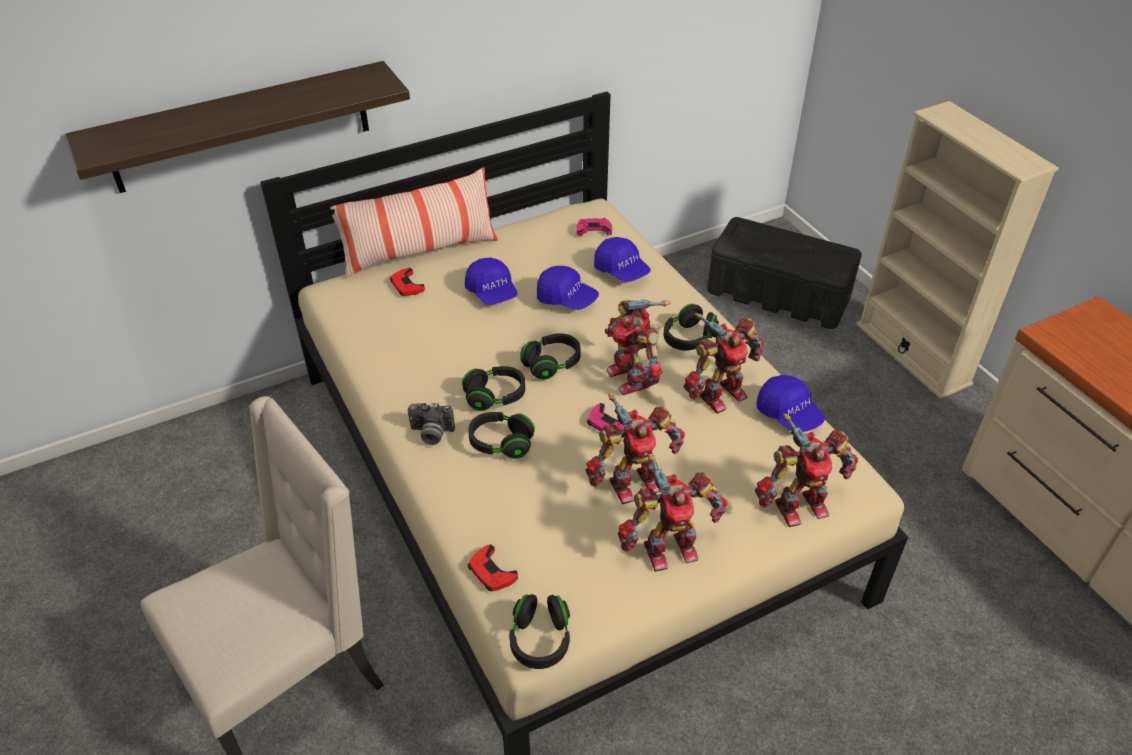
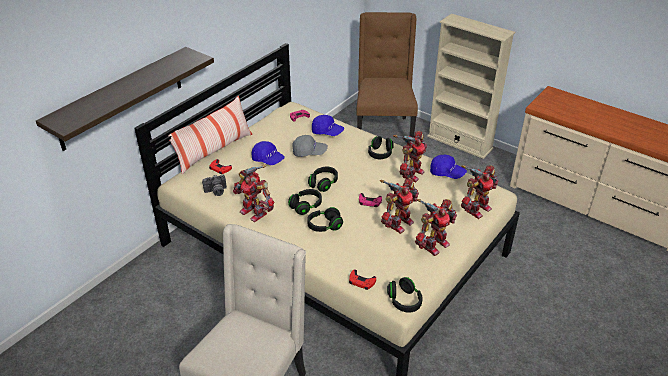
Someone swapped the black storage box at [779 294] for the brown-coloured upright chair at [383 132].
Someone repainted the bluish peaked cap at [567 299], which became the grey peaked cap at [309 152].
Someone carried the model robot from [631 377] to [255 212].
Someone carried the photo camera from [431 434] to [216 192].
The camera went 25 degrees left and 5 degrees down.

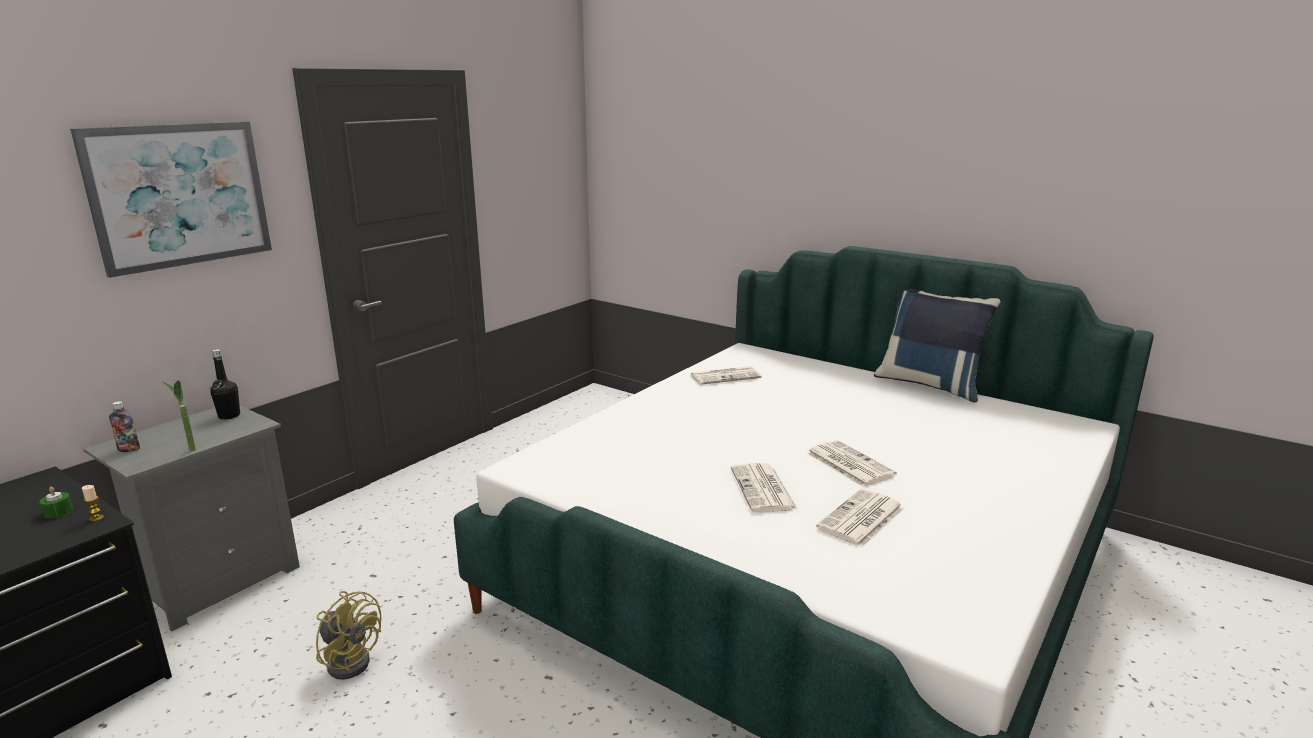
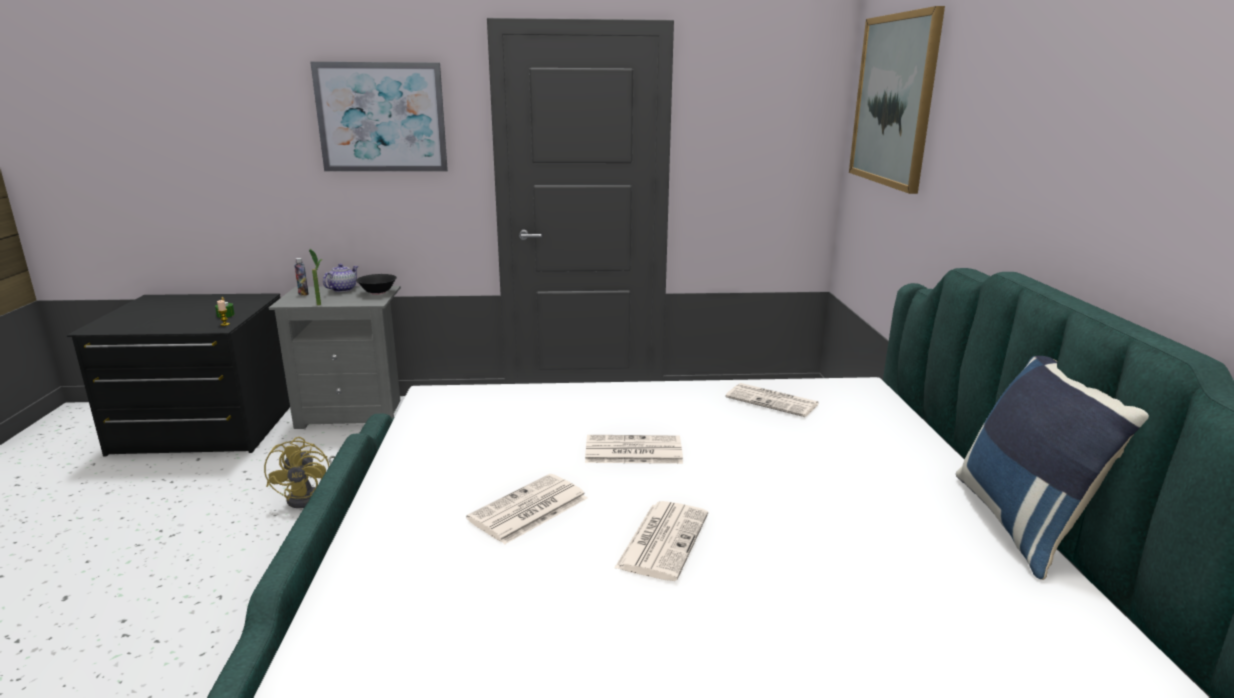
Someone swapped the black drink bottle at [229 416] for the black bowl at [378 292].
Someone carried the daily paper from [861 519] to [632 451].
Someone put up the wall picture at [894 100].
Someone put down the pot for tea at [342 289].
The camera went 50 degrees right and 0 degrees up.

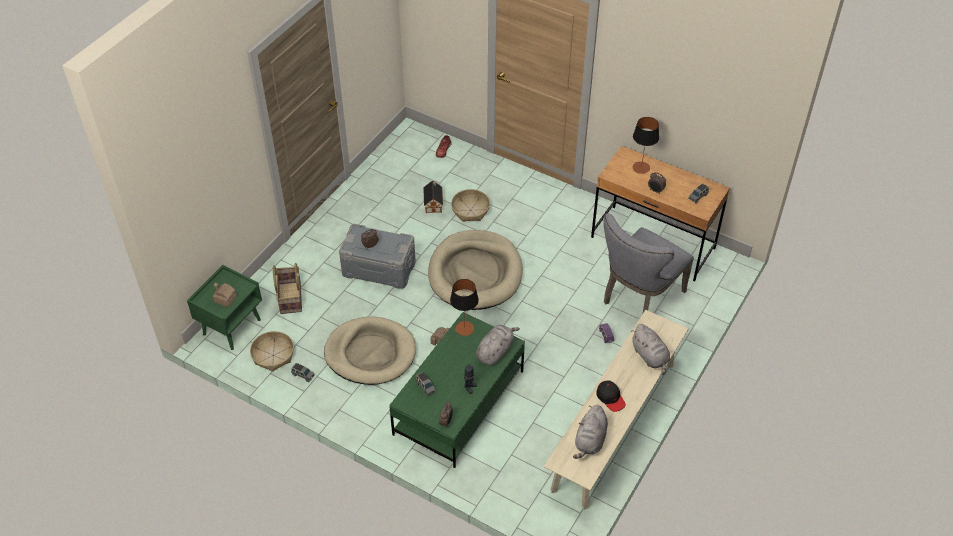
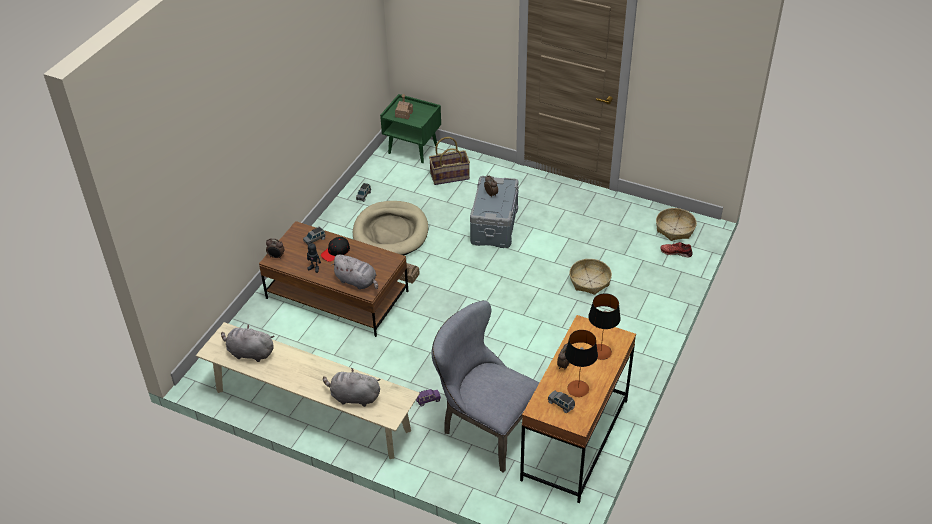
Someone took away the miniature house at [433 203].
Someone took away the beige-coloured dog cushion at [475 273].
Someone carried the lamp for a table from [464 328] to [578 388].
Someone repainted the green-coloured low table at [459 402], which became the brown-coloured low table at [337 295].
Someone rotated the grey cuddly toy at [650 357] by 45 degrees clockwise.
Someone carried the household basket from [273 355] to [675 229].
Someone carried the black peaked cap from [610 398] to [336 252].
The camera went 85 degrees right and 5 degrees down.

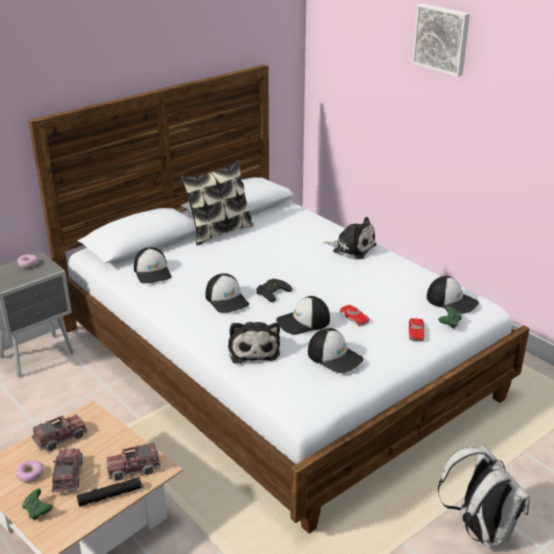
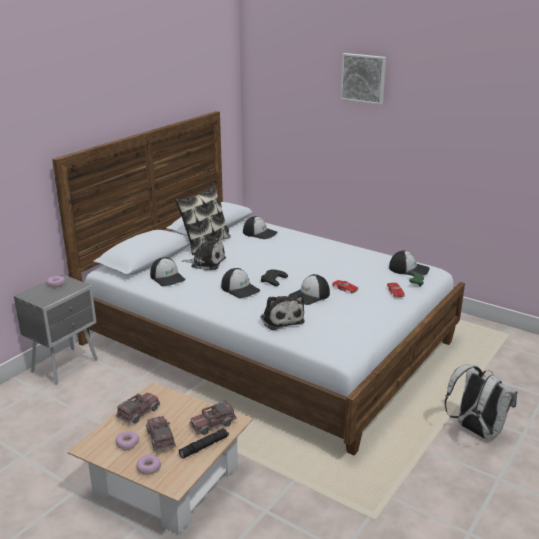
Someone carried the cuddly toy from [352 248] to [206 262].
Someone carried the peaked cap from [335 356] to [260 233].
Someone swapped the green-coloured joypad at [37 511] for the donut at [148 468].
The camera went 15 degrees left and 5 degrees down.

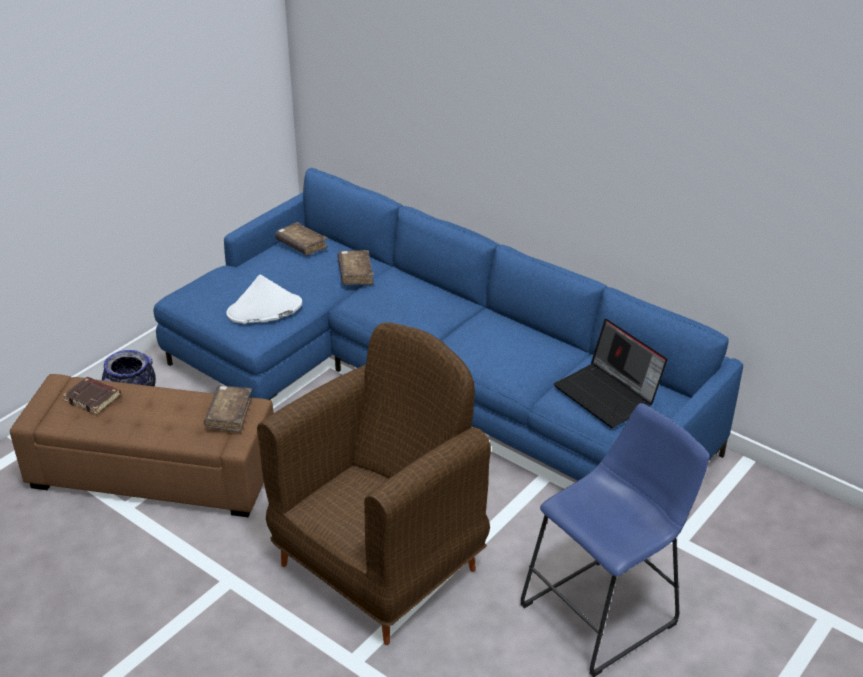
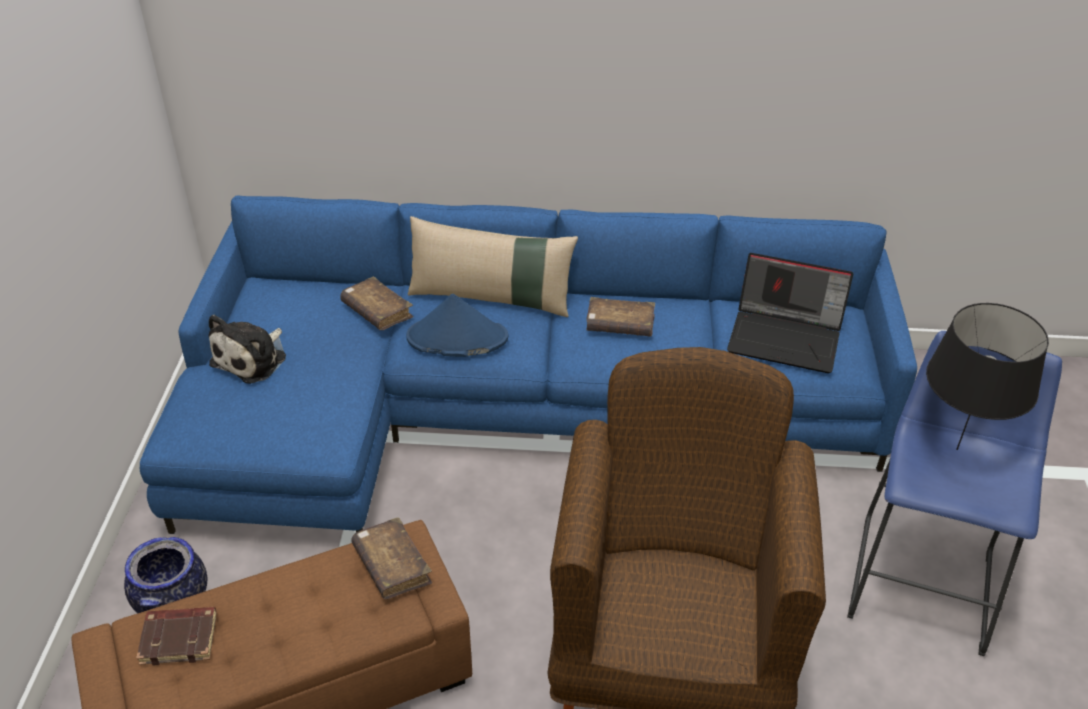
Someone carried the brown-coloured volume from [301 245] to [620 325].
Someone took away the white hat at [264 309].
Someone put down the beige-coloured cushion at [491 298].
Someone put down the bluish hat at [456 338].
Someone put down the black lamp for a table at [957 449].
Someone put down the cuddly toy at [252 358].
The camera went 35 degrees left and 5 degrees up.

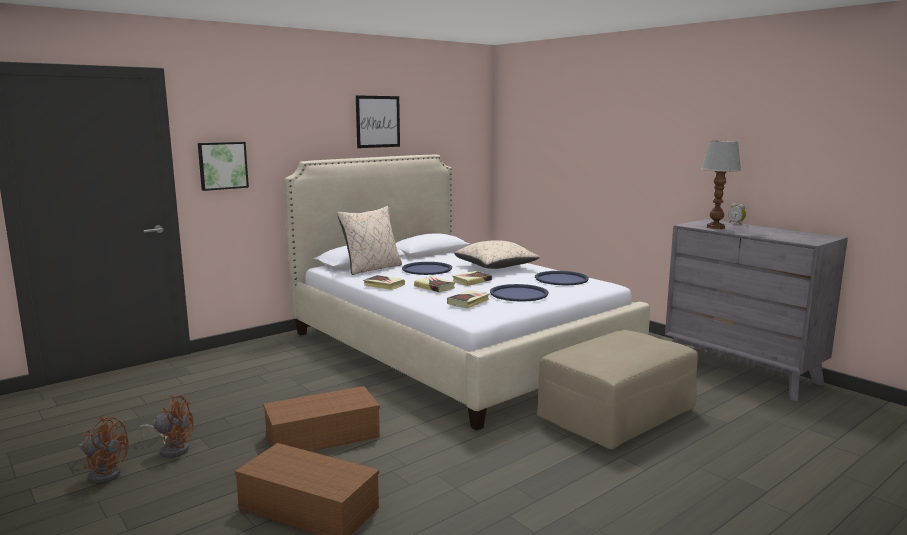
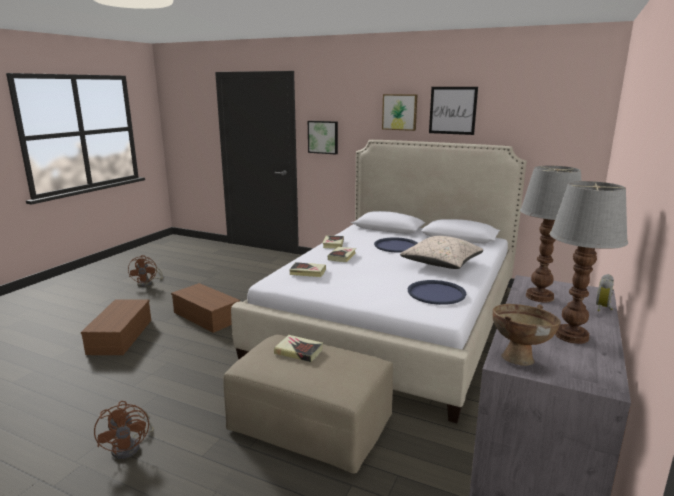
Someone took away the beige-coloured cushion at [372 268].
Someone carried the volume from [471 281] to [299 351].
Someone took away the bluish tray at [519 294].
Someone carried the brown-coloured electric fan from [172 449] to [131 446].
Someone put up the wall picture at [400 112].
Someone put down the lamp for a table at [570 336].
Someone put down the brown-coloured bowl at [520 357].
The camera went 65 degrees right and 5 degrees up.

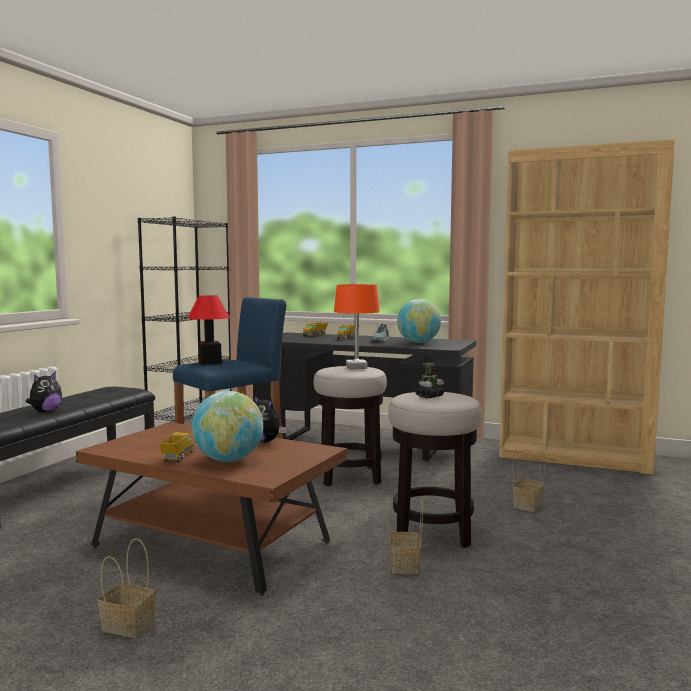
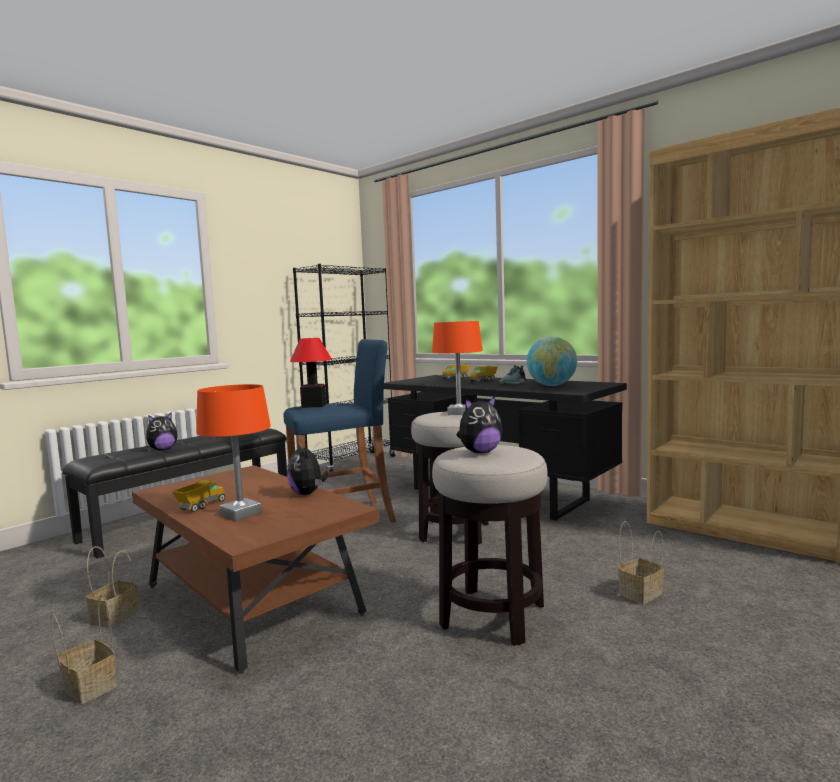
Someone swapped the model robot at [429 396] for the cuddly toy at [480 452].
Someone swapped the globe at [228 460] for the orange lamp for a table at [241 513].
Someone carried the household basket from [403 565] to [115 616].
The camera went 20 degrees right and 0 degrees up.

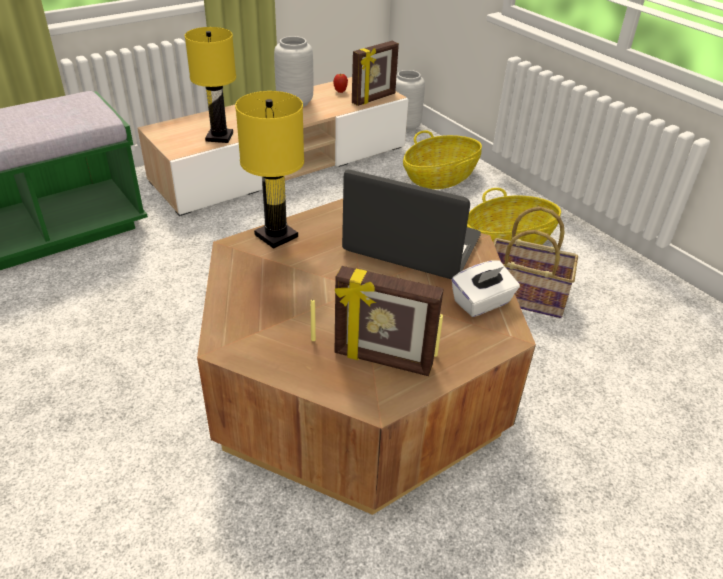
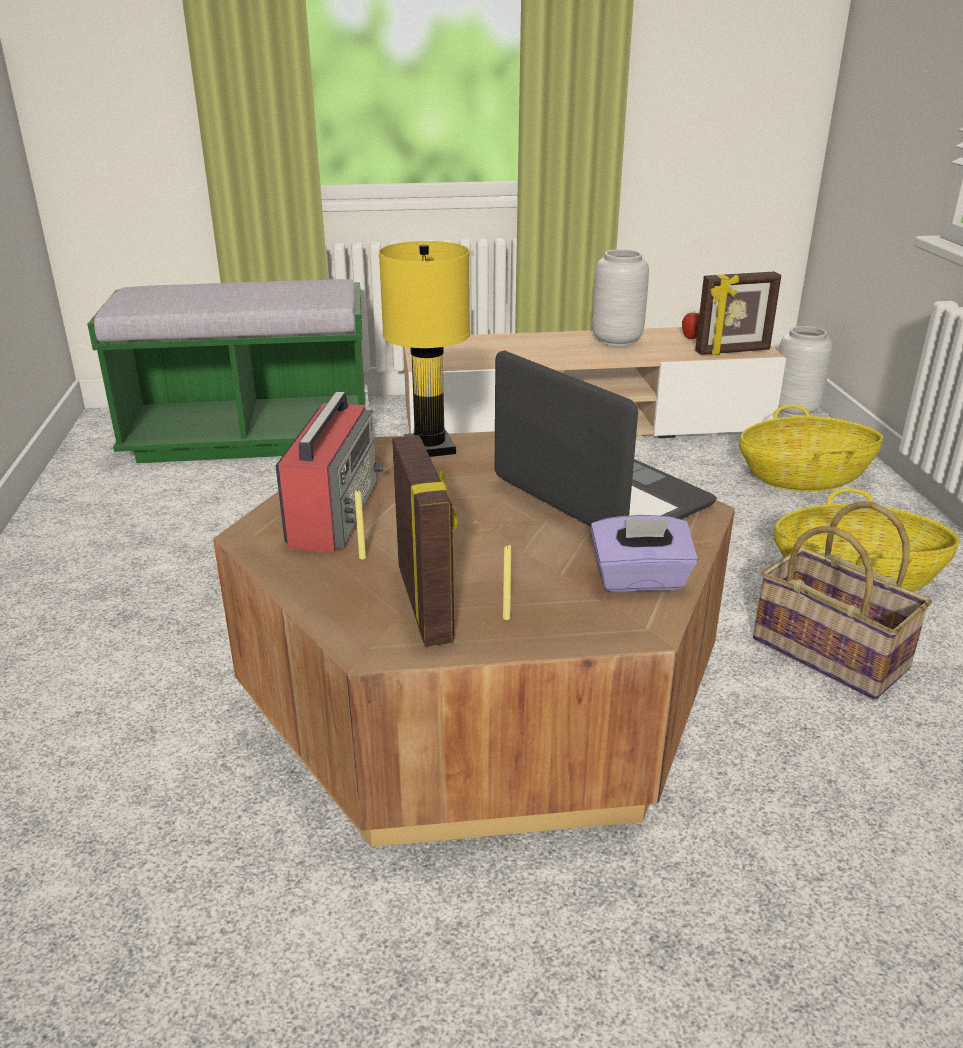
Someone took away the yellow-coloured lamp for a table at [219 137].
Someone repainted the white tissue box at [482 303], which became the purple tissue box at [640 580].
Someone rotated the photo frame at [382 361] by 150 degrees counterclockwise.
Someone put down the radio at [334 512].
The camera went 30 degrees right and 10 degrees down.

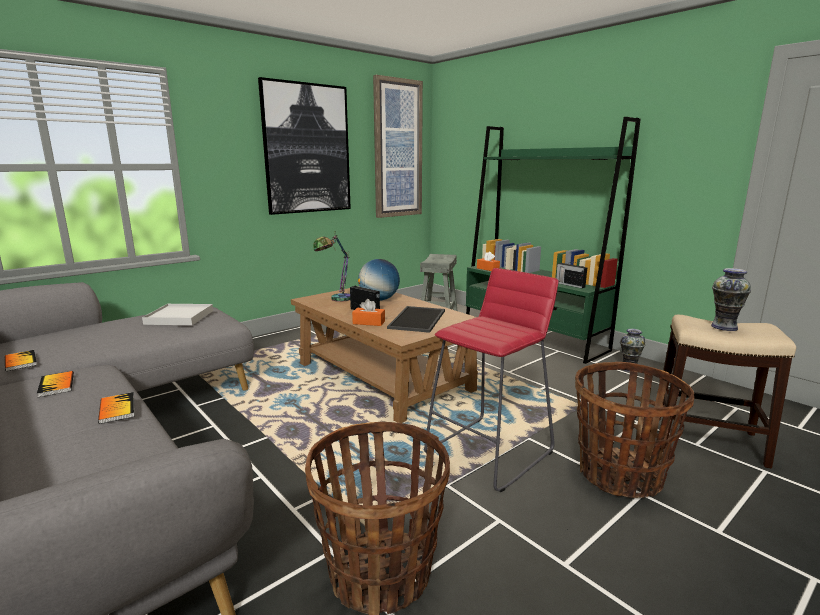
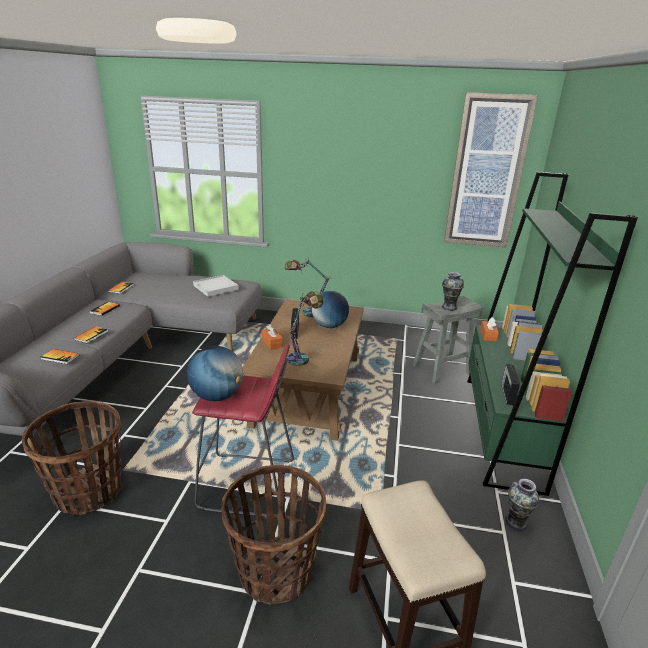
Someone took away the wall picture at [307 149].
Someone carried the vase from [724 327] to [449 307].
Someone swapped the tray at [418 319] for the lamp for a table at [303 357].
Someone put down the globe at [217 396].
Someone put down the volume at [60 357].
The camera went 50 degrees right and 10 degrees up.

